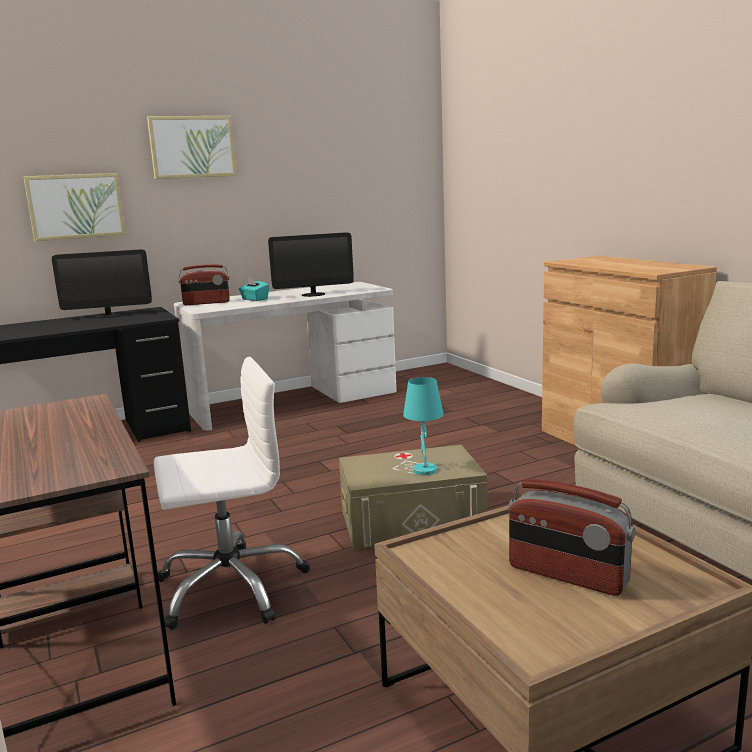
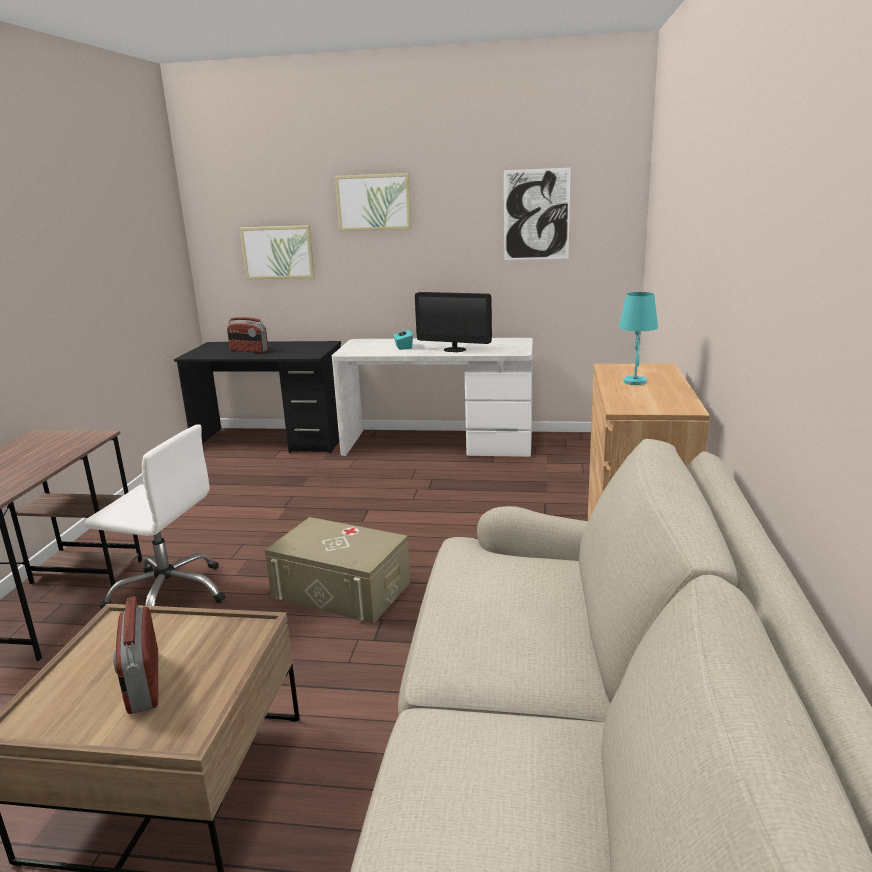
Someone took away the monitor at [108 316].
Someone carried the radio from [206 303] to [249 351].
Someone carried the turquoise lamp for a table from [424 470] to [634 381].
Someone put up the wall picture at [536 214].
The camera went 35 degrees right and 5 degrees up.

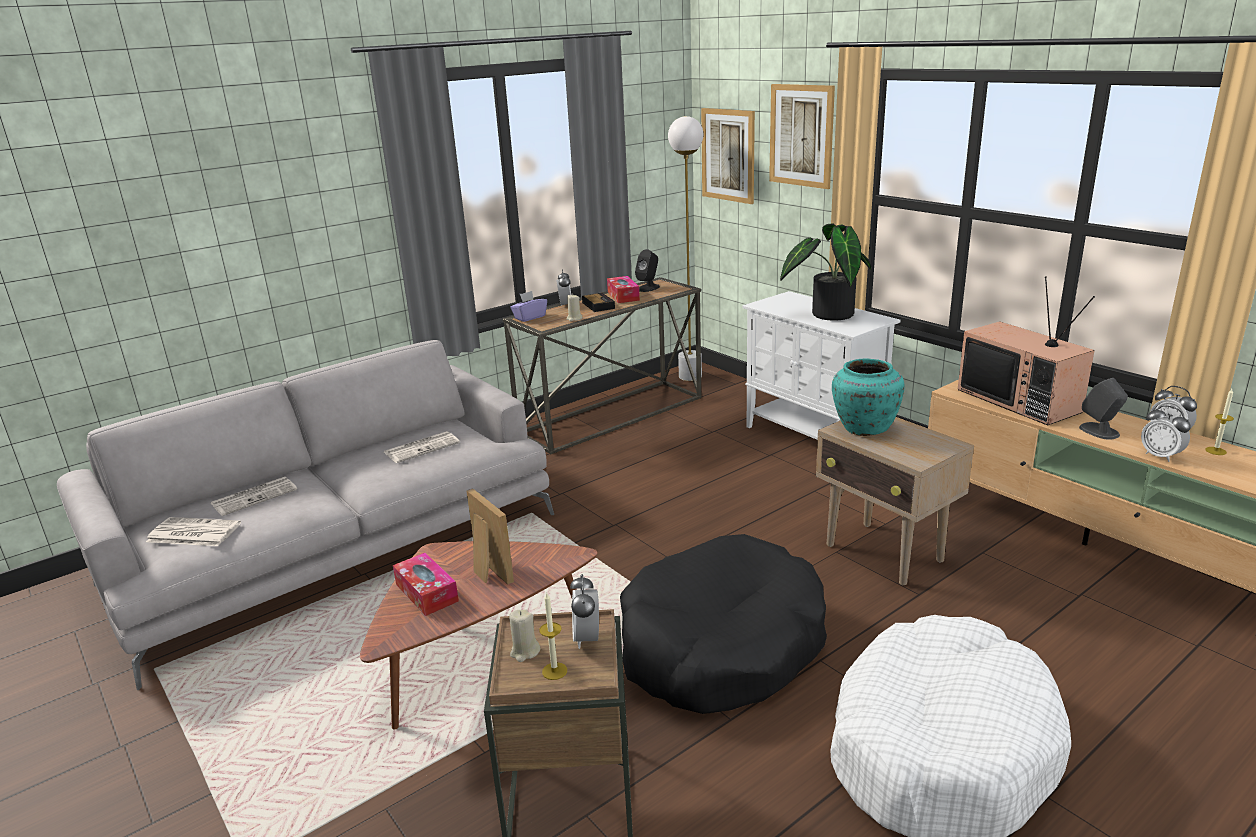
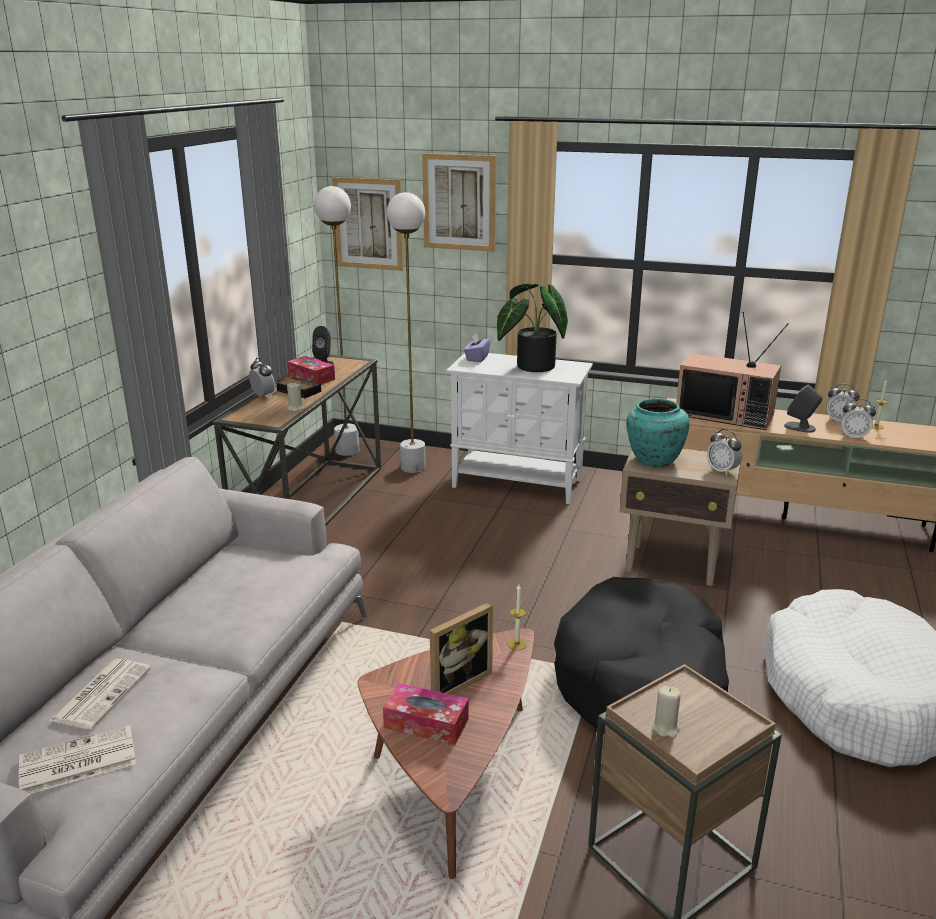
Someone carried the purple tissue box from [529 317] to [477 358].
Someone took away the daily paper at [422 447].
Someone rotated the photo frame at [486 571] by 120 degrees clockwise.
Someone carried the bedside clock from [587 638] to [722 471].
Someone carried the wax light from [554 671] to [517 644].
Someone put down the white floor lamp at [413 467].
The camera went 35 degrees left and 0 degrees up.

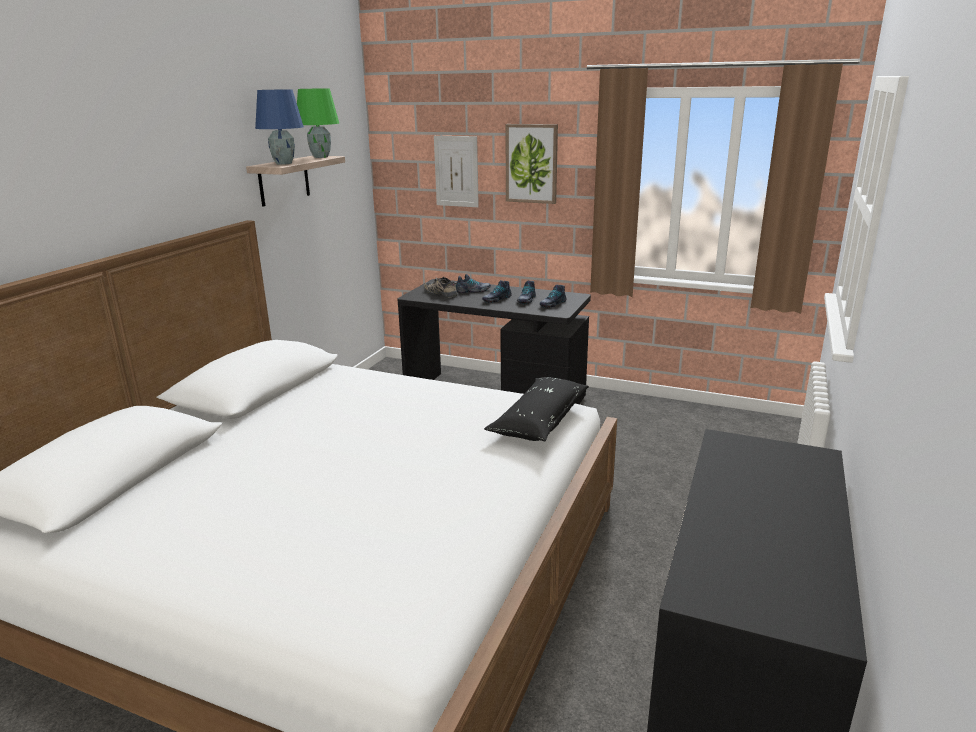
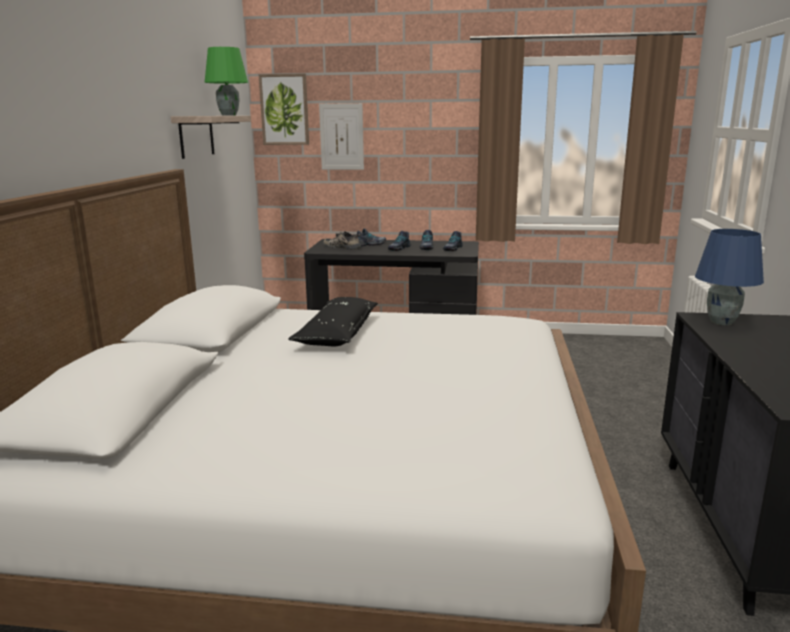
Someone carried the bluish lamp for a table from [284 163] to [722 322].
Someone carried the wall picture from [531 163] to [284 109].
Someone carried the black cushion from [539 420] to [337 333].
The camera went 15 degrees left and 5 degrees down.

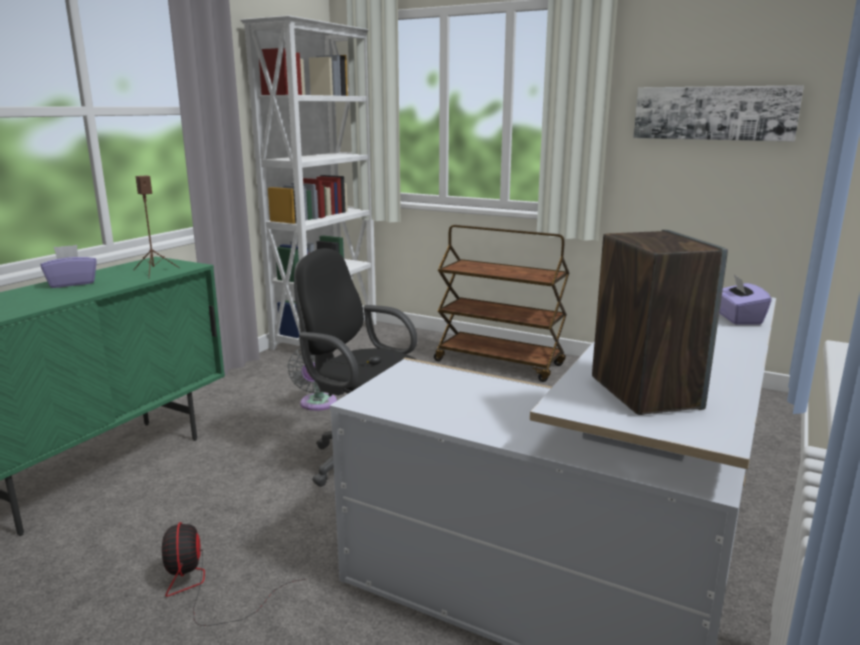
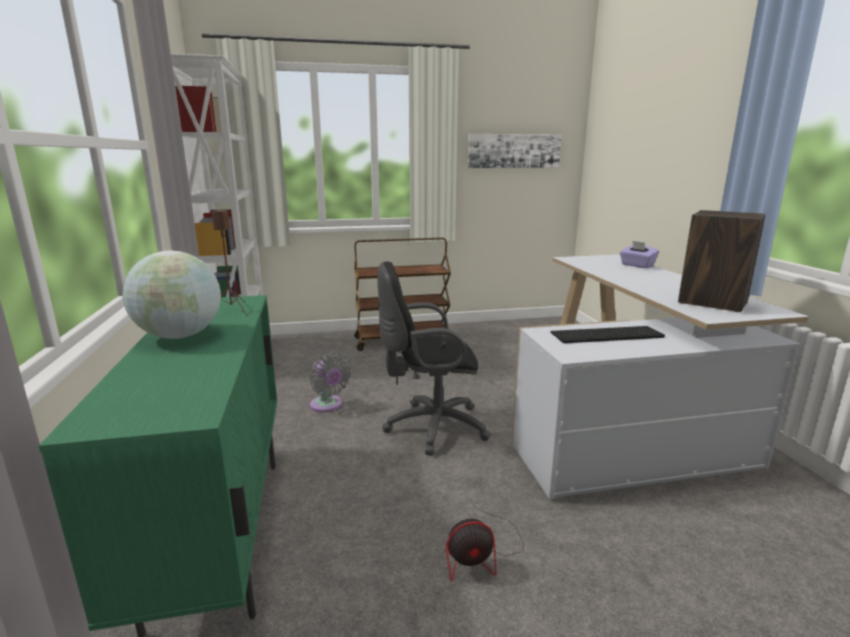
Someone swapped the purple tissue box at [71 283] for the globe at [180 336].
Someone rotated the electric fan at [205 588] by 45 degrees counterclockwise.
Someone put down the computer keyboard at [606 335].
The camera went 40 degrees left and 0 degrees up.

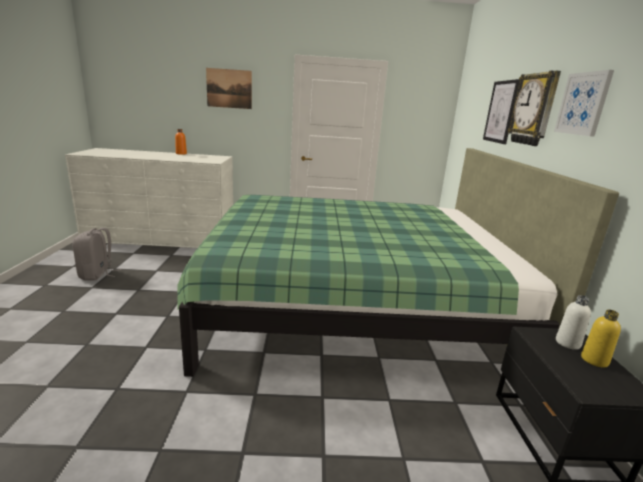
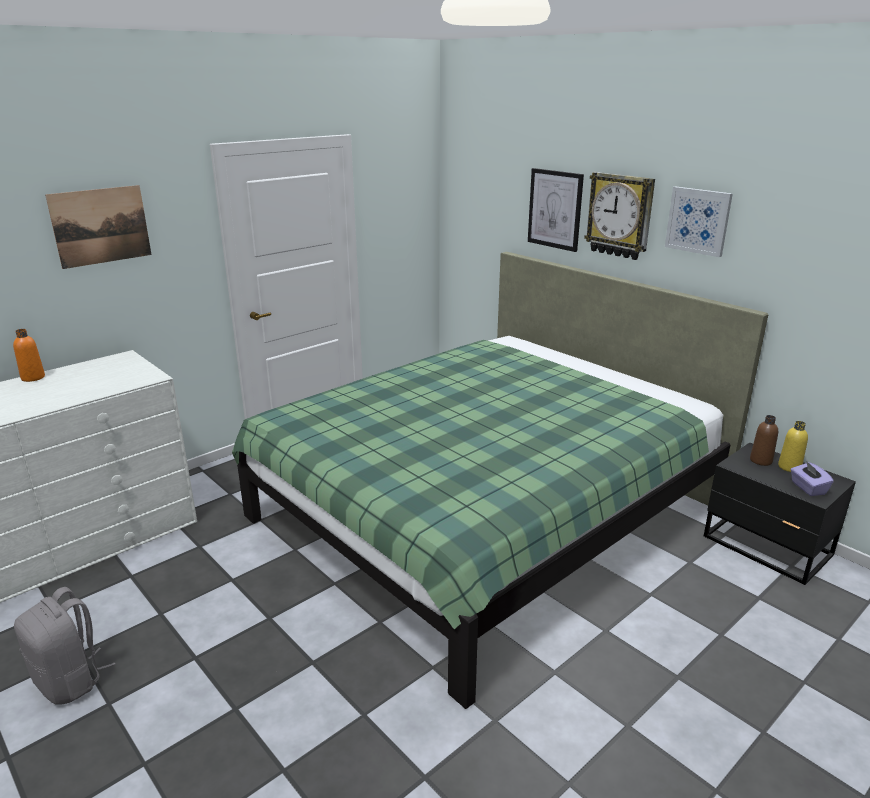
Someone repainted the white drink bottle at [567 343], which became the brown-coloured drink bottle at [761 460].
Someone put down the purple tissue box at [807 488].
The camera went 40 degrees left and 5 degrees up.

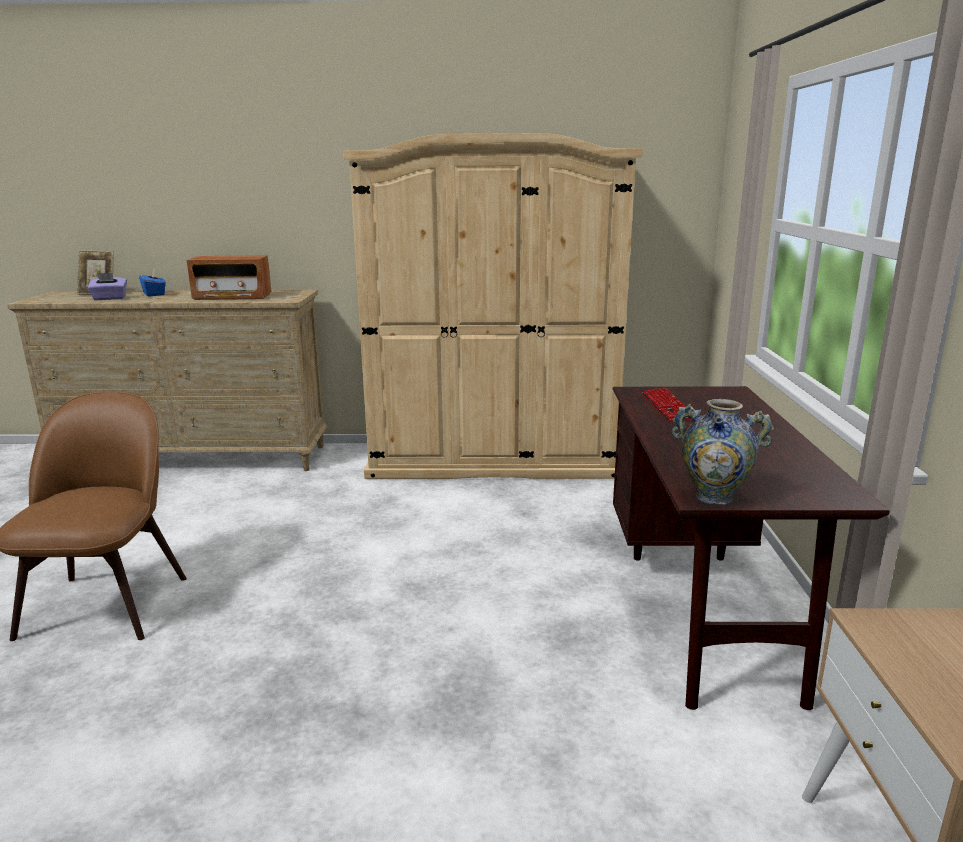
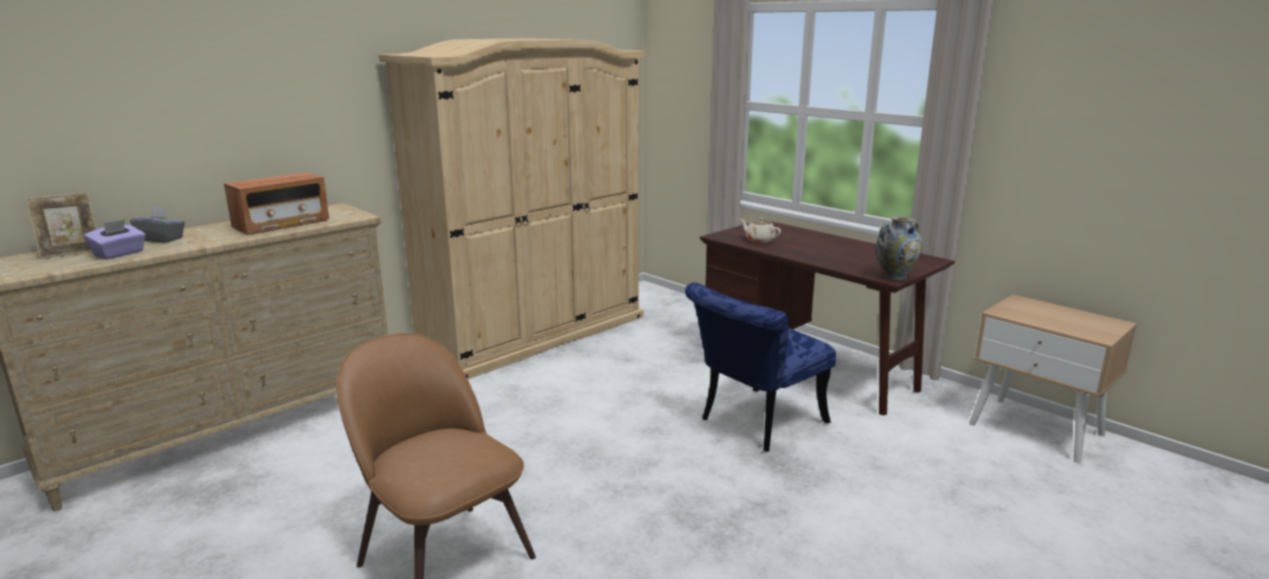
Someone repainted the bluish tissue box at [154 294], which became the grey tissue box at [161 239].
Someone swapped the computer keyboard at [666 407] for the beige-coloured pot for tea at [759 240].
Someone put down the bluish upright chair at [755 423].
The camera went 45 degrees left and 0 degrees up.

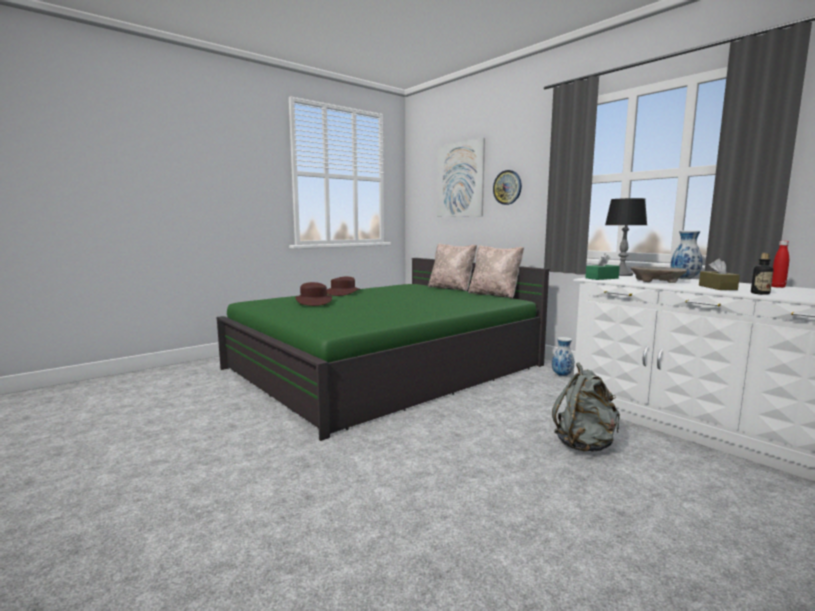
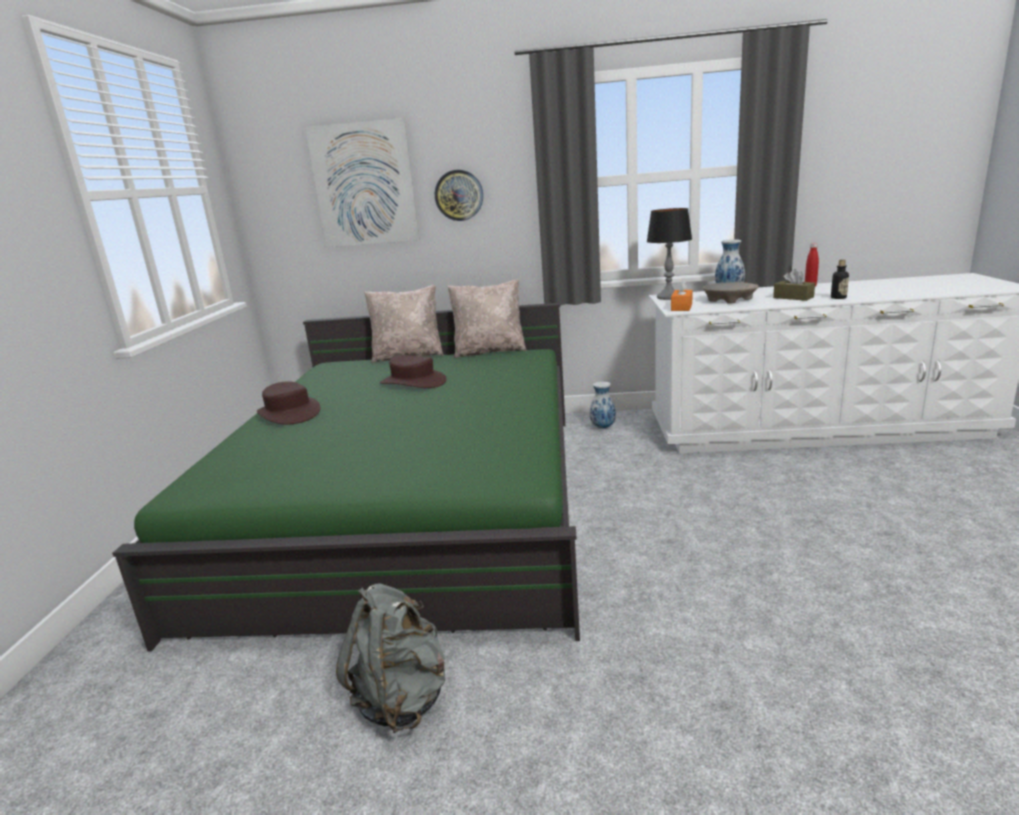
Someone repainted the green-coloured tissue box at [602 278], which became the orange tissue box at [681 307].
Someone carried the brown-coloured hat from [313 301] to [413 382].
Someone carried the grey knapsack from [585 445] to [402 698].
The camera went 45 degrees left and 10 degrees up.

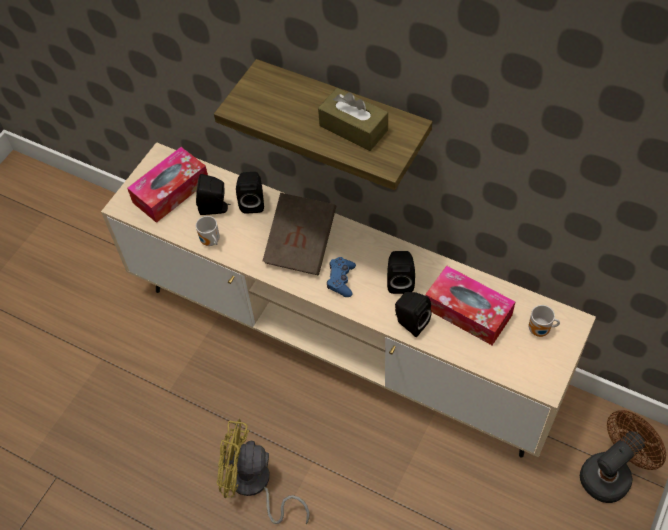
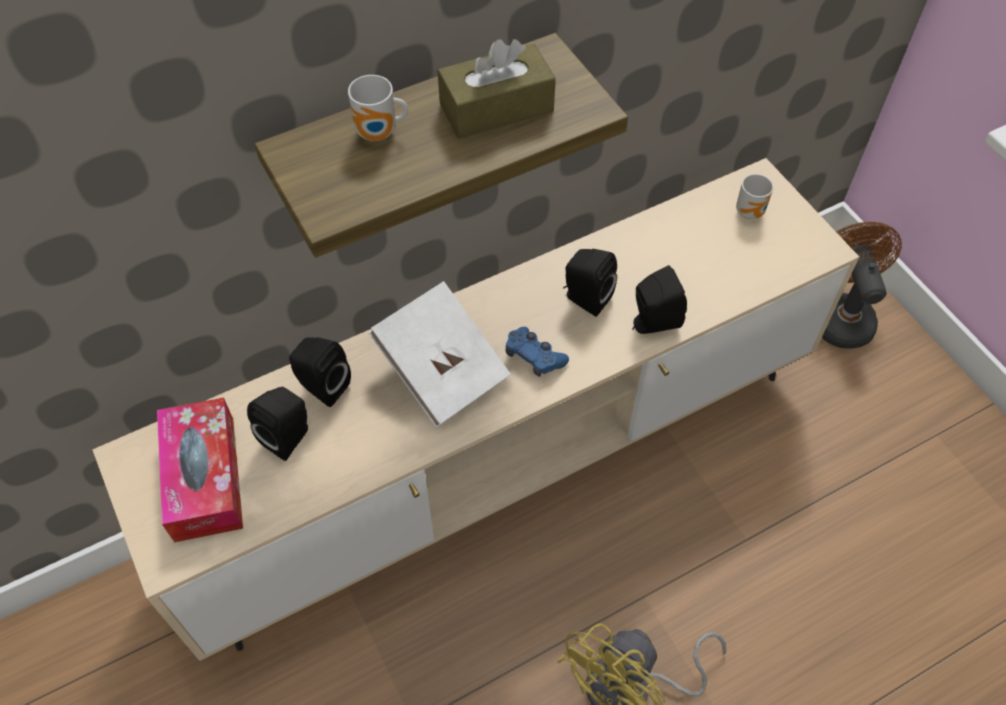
Someone repainted the brown-coloured volume at [301 245], which became the white volume at [442 370].
Someone carried the mug from [210 242] to [379 134].
Someone took away the tissue box at [468 311].
The camera went 60 degrees left and 0 degrees up.

